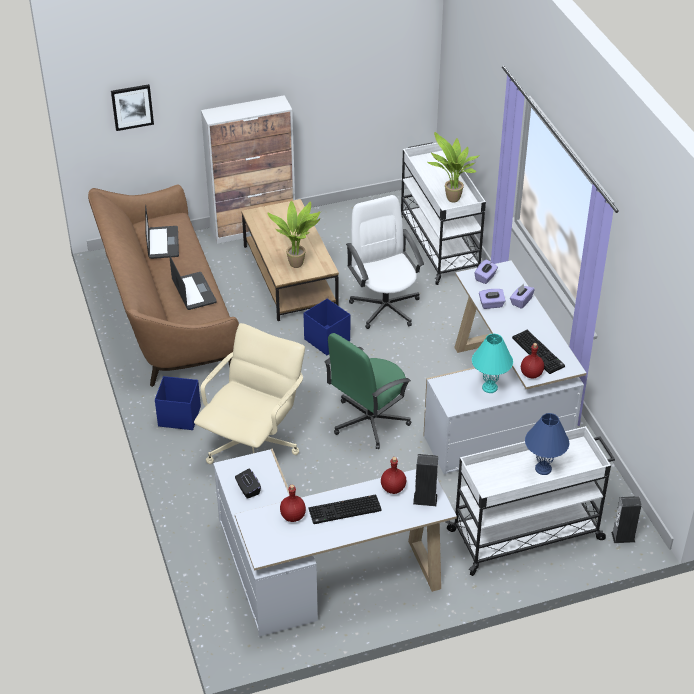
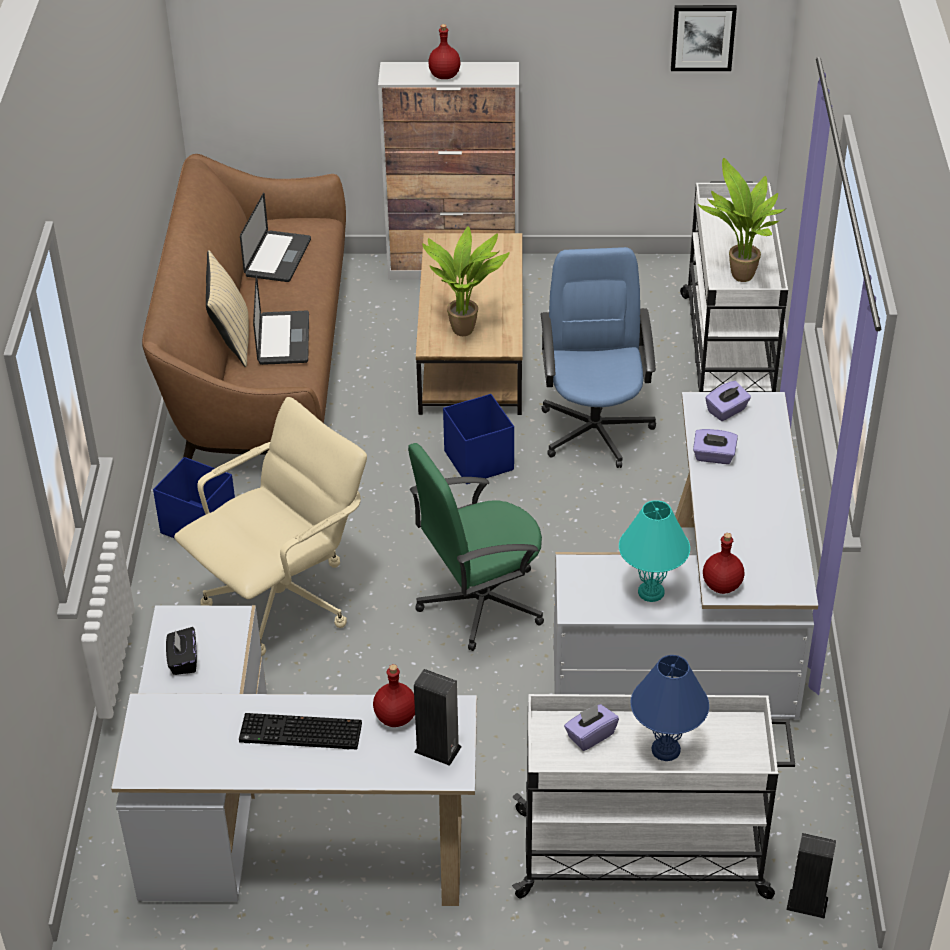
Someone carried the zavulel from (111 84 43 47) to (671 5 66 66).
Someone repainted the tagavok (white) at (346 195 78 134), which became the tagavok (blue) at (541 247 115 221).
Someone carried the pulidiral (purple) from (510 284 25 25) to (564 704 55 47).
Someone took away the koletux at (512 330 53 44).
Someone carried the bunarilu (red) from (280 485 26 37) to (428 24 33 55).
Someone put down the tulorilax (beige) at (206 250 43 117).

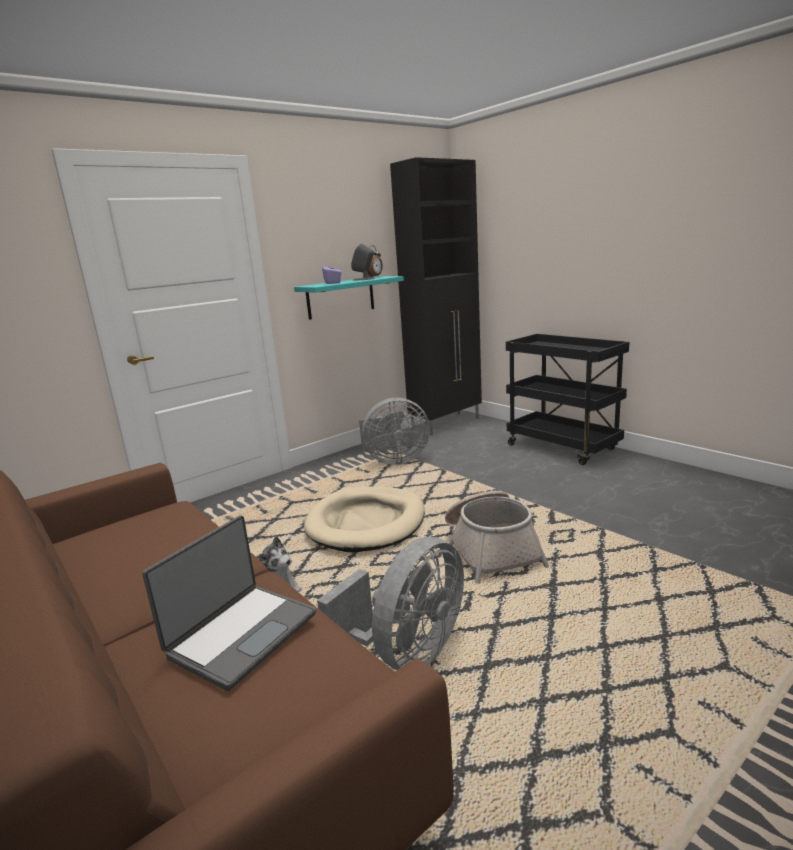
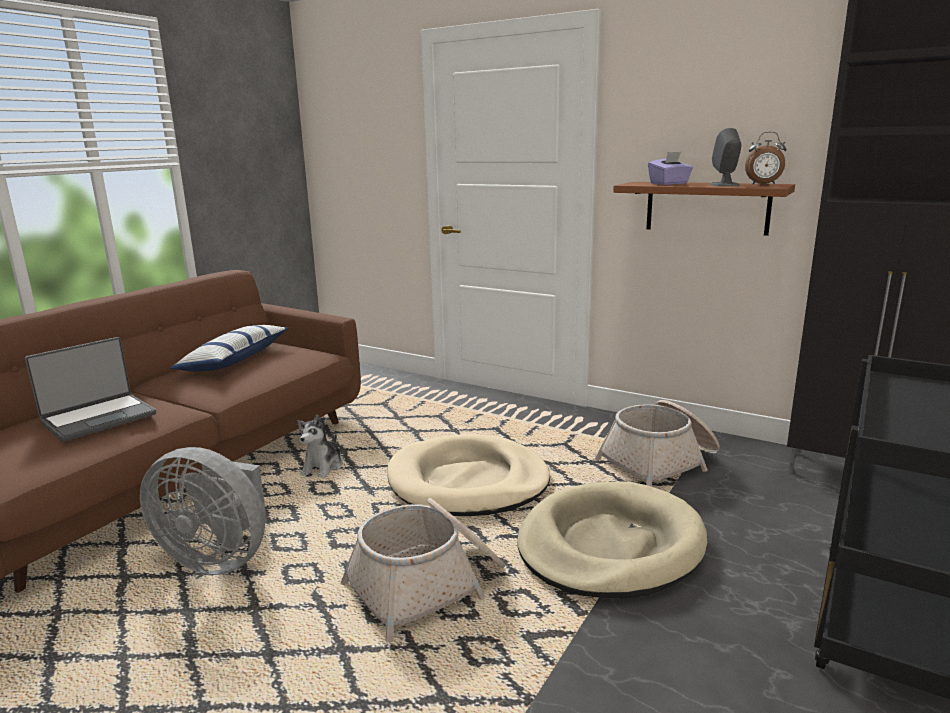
Someone repainted the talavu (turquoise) at (294 276 110 44), which became the talavu (brown) at (613 182 182 54).
Someone swapped the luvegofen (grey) at (359 398 71 67) for the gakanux at (595 400 125 87).
Someone rotated the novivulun at (142 515 174 176) by 60 degrees counterclockwise.
Someone put down the tulorilax at (170 325 119 46).
Someone put down the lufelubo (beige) at (517 481 190 118).

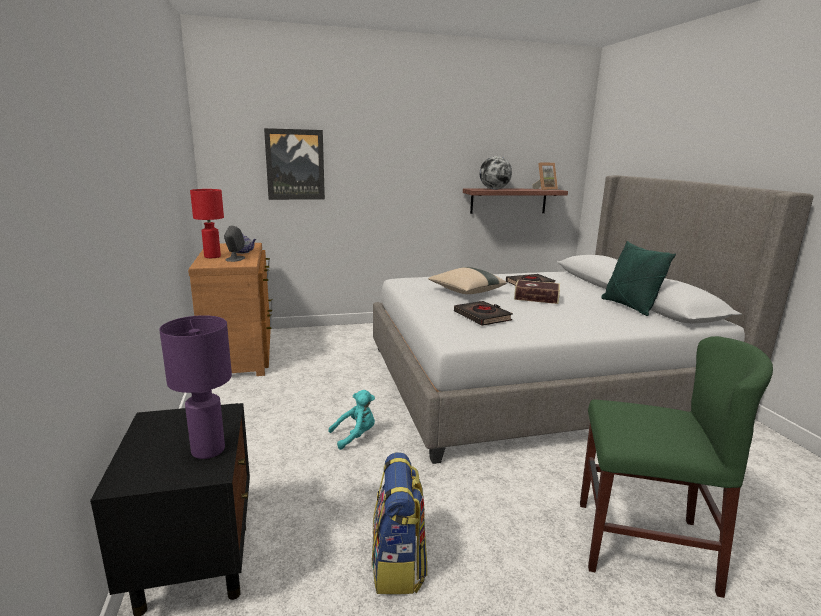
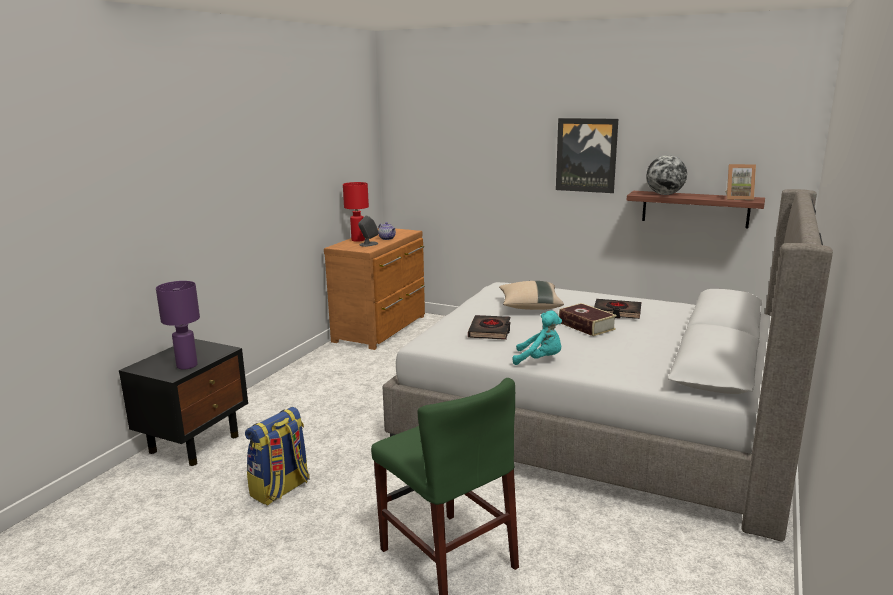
Someone carried the zavulel from (264 128 61 72) to (556 118 62 75).
Someone took away the tulorilax (green) at (601 241 75 75).
Someone carried the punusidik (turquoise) from (328 390 47 60) to (513 311 49 54).

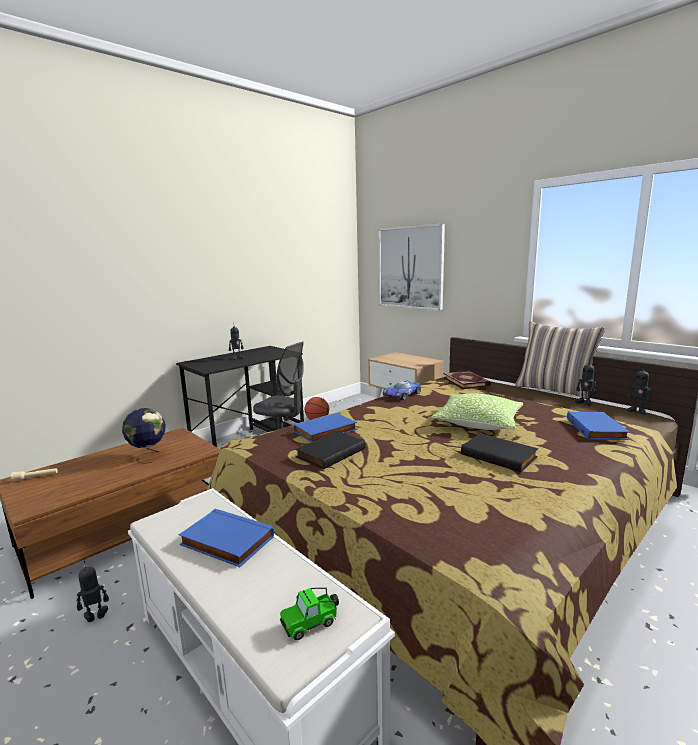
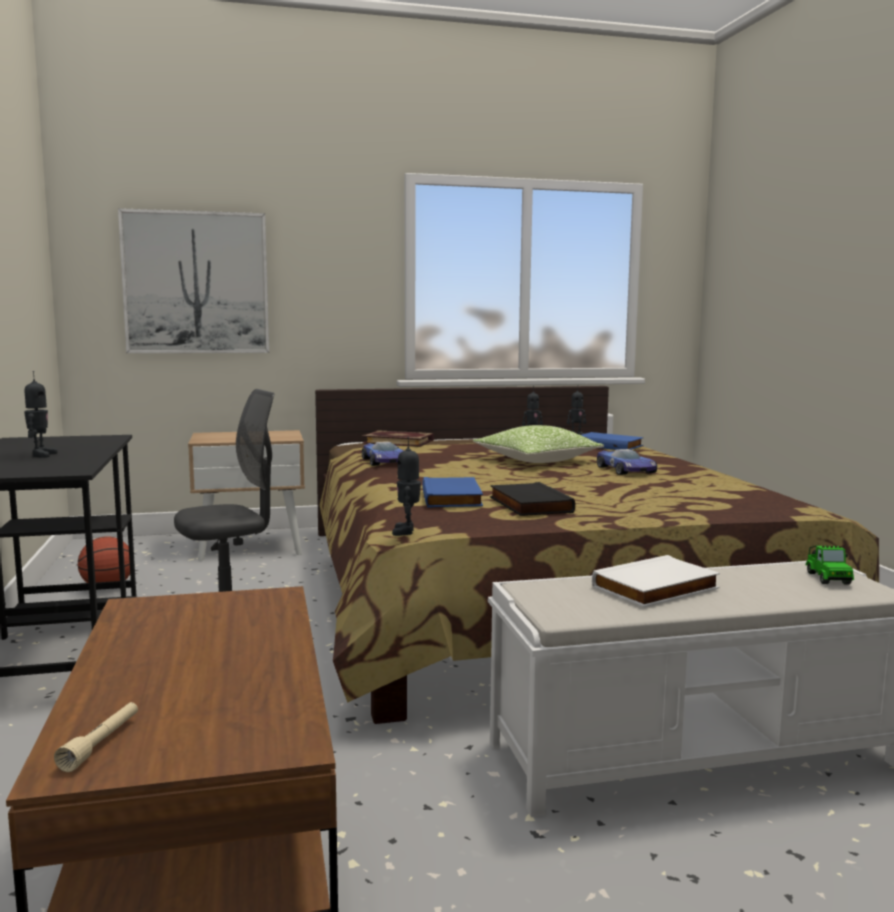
Someone took away the tulorilax at (515 321 90 78).
Someone took away the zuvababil at (122 408 44 56).
Someone swapped the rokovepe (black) at (461 433 77 39) for the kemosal at (597 449 60 26).
Someone repainted the rokovepe (blue) at (179 509 95 58), which became the rokovepe (white) at (592 555 128 52).
Someone carried the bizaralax from (77 561 32 61) to (392 437 29 99).

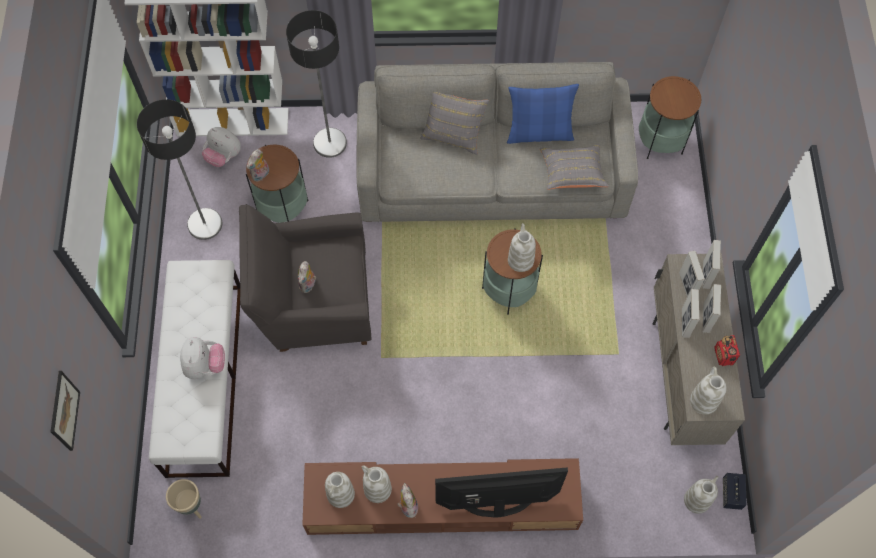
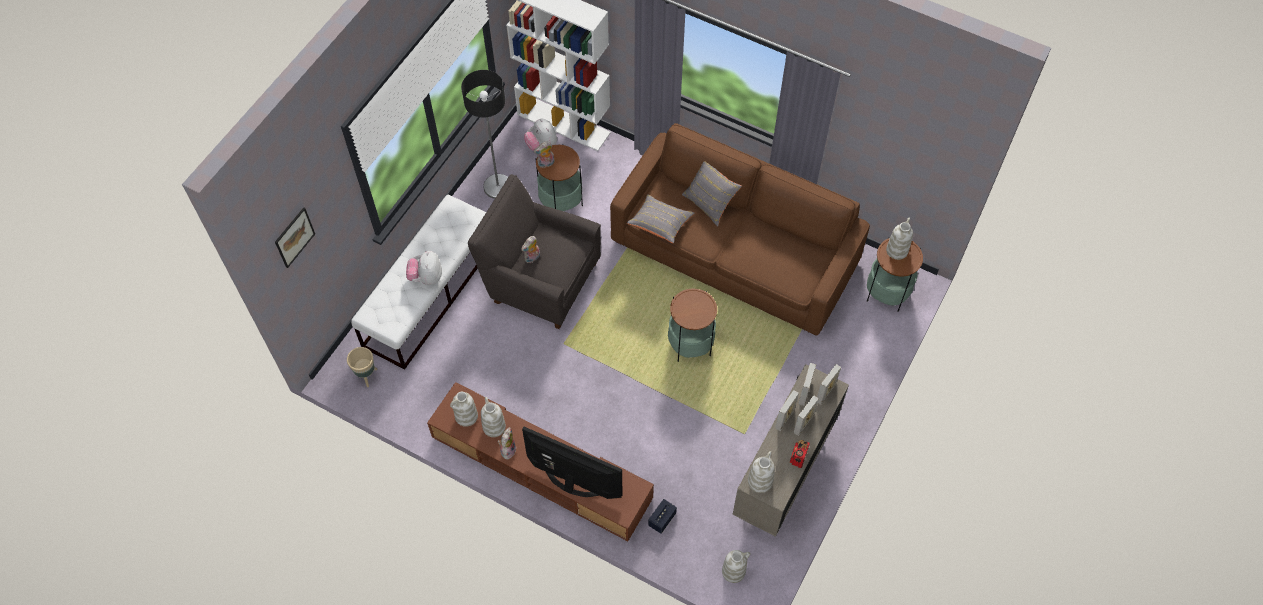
Someone took away the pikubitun at (286 10 61 148).
Someone repainted the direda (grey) at (357 62 281 160), which became the direda (brown) at (610 123 260 213).
Someone took away the tulorilax (blue) at (507 84 72 60).
Someone carried the tulorilax (grey) from (540 144 69 46) to (627 194 67 49).
Someone carried the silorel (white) from (508 223 28 49) to (886 218 27 42).
Someone rotated the punusidik at (180 337 45 42) by 150 degrees clockwise.
Someone carried the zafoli from (723 473 24 37) to (648 499 29 35).

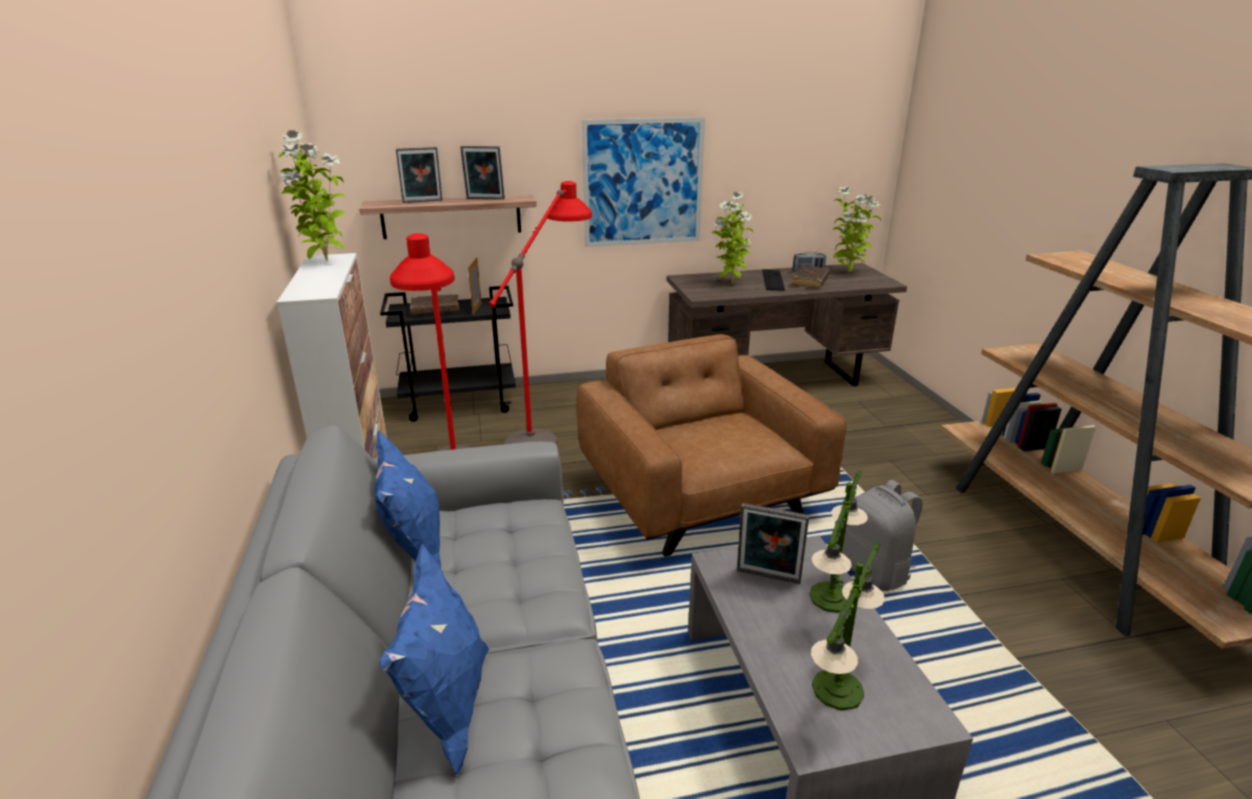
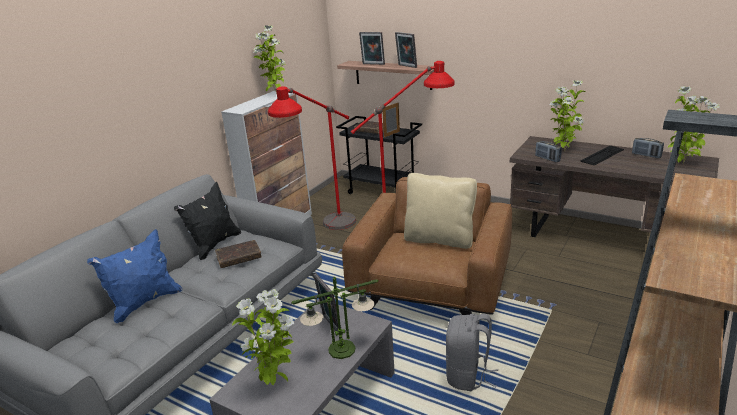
Someone took away the zavulel at (582 117 123 130).
Someone carried the rokovepe (brown) from (791 266 39 22) to (215 240 46 28).
Someone repainted the tulorilax (blue) at (375 430 66 137), which became the tulorilax (black) at (174 182 67 78).
Someone swapped the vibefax at (811 542 74 169) for the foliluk at (232 289 62 96).
Someone put down the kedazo at (535 141 27 21).
Someone put down the tulorilax (beige) at (404 173 73 76).

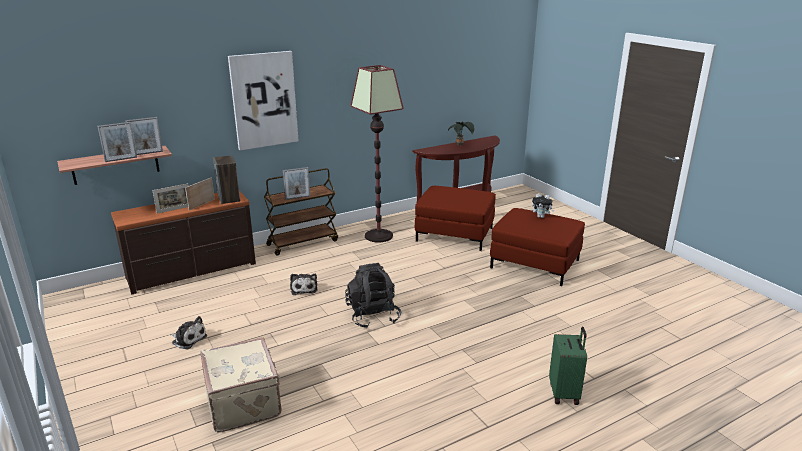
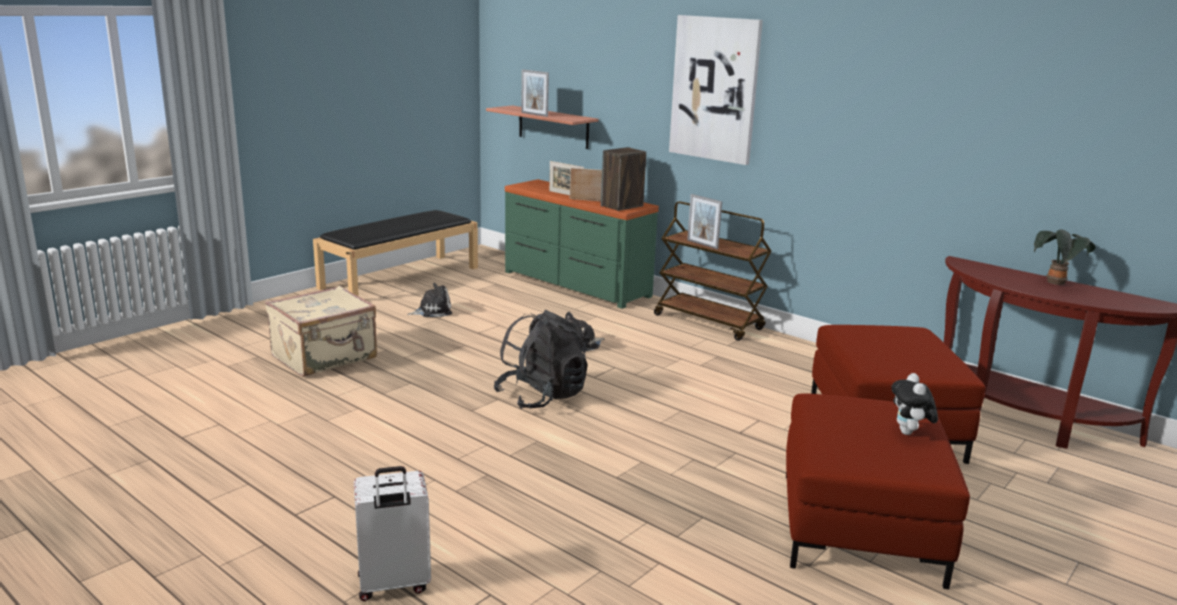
Someone took away the pikubitun at (350 65 54 177).
Someone took away the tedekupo at (125 117 38 38).
Someone repainted the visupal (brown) at (111 191 145 104), which became the visupal (green) at (505 179 154 130).
Someone rotated the punusidik at (170 316 37 33) by 120 degrees counterclockwise.
Someone repainted the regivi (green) at (549 327 38 78), which became the regivi (white) at (354 466 77 135).
Someone put down the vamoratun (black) at (313 210 165 87).

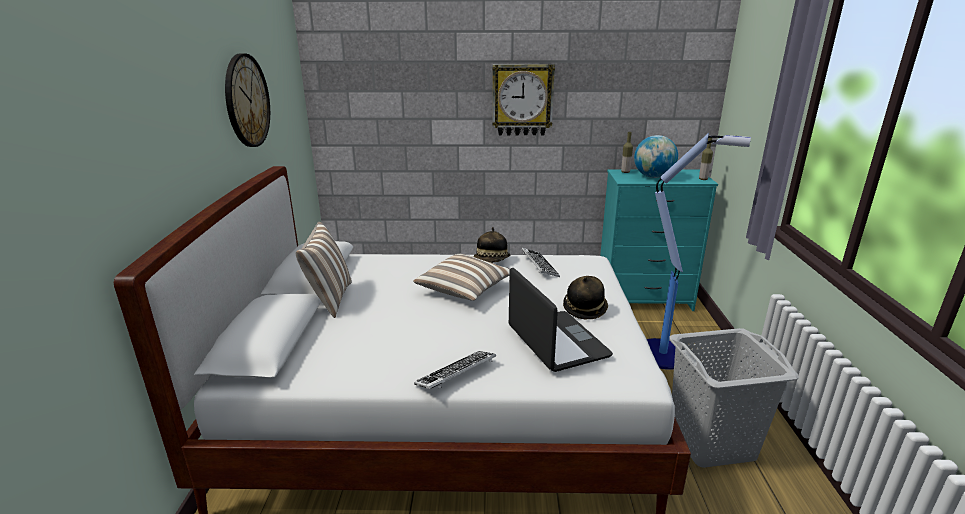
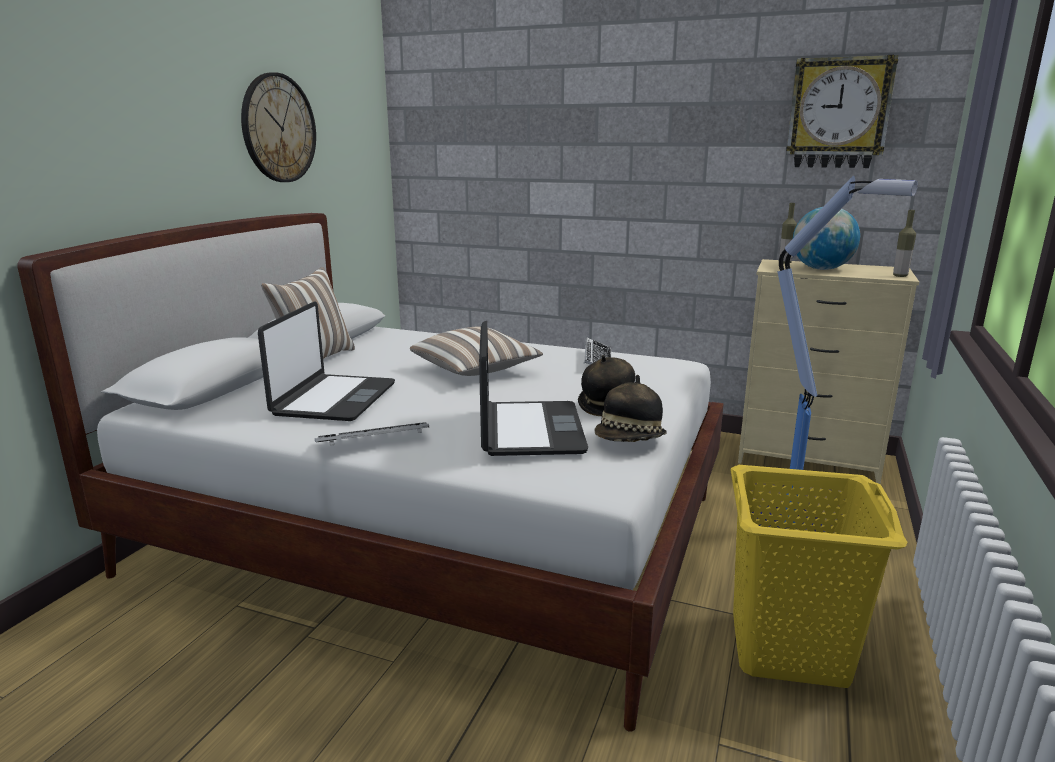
Someone carried the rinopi from (492 64 63 71) to (786 55 112 113).
Someone repainted the visupal (turquoise) at (600 169 118 142), which became the visupal (beige) at (738 259 181 225).
Someone carried the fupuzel from (474 227 36 36) to (595 375 72 67).
Someone repainted the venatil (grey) at (669 328 130 140), which became the venatil (yellow) at (731 465 177 223).
Someone put down the novivulun at (258 301 137 120).

